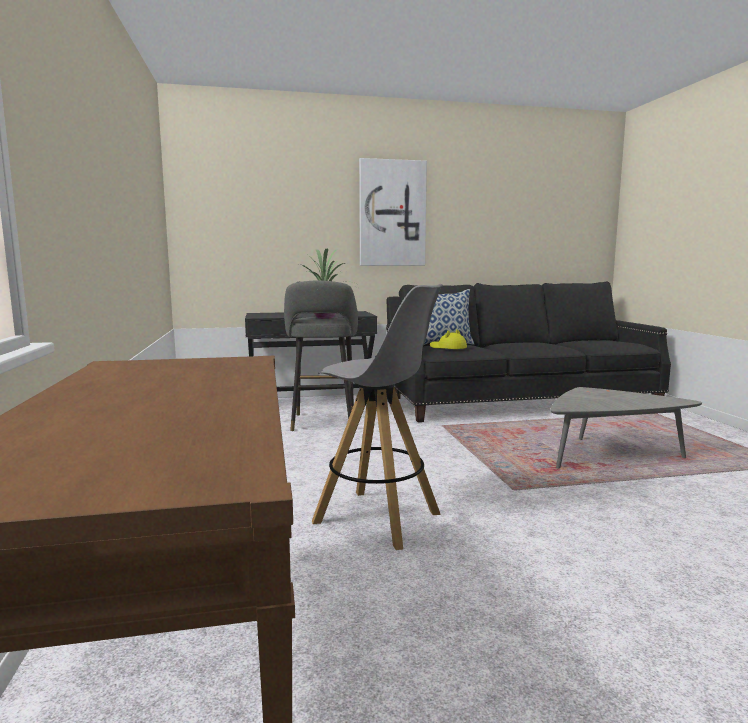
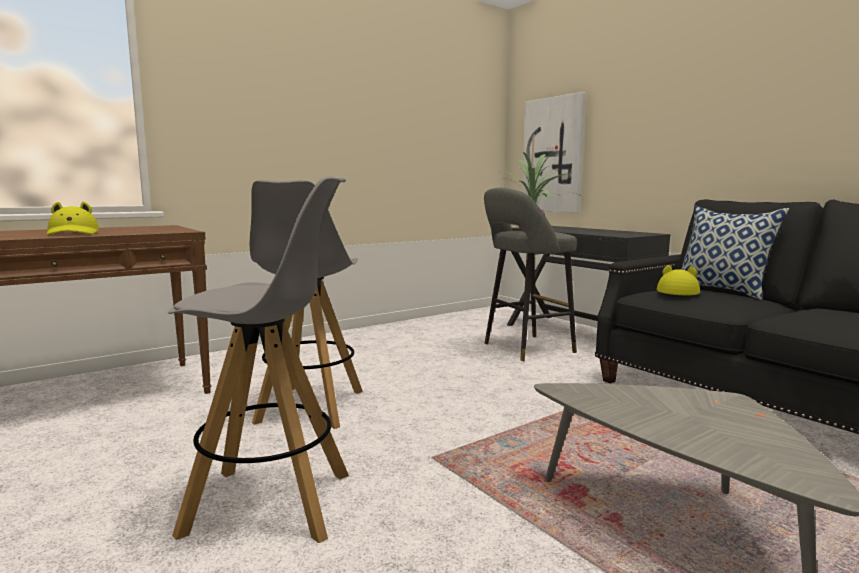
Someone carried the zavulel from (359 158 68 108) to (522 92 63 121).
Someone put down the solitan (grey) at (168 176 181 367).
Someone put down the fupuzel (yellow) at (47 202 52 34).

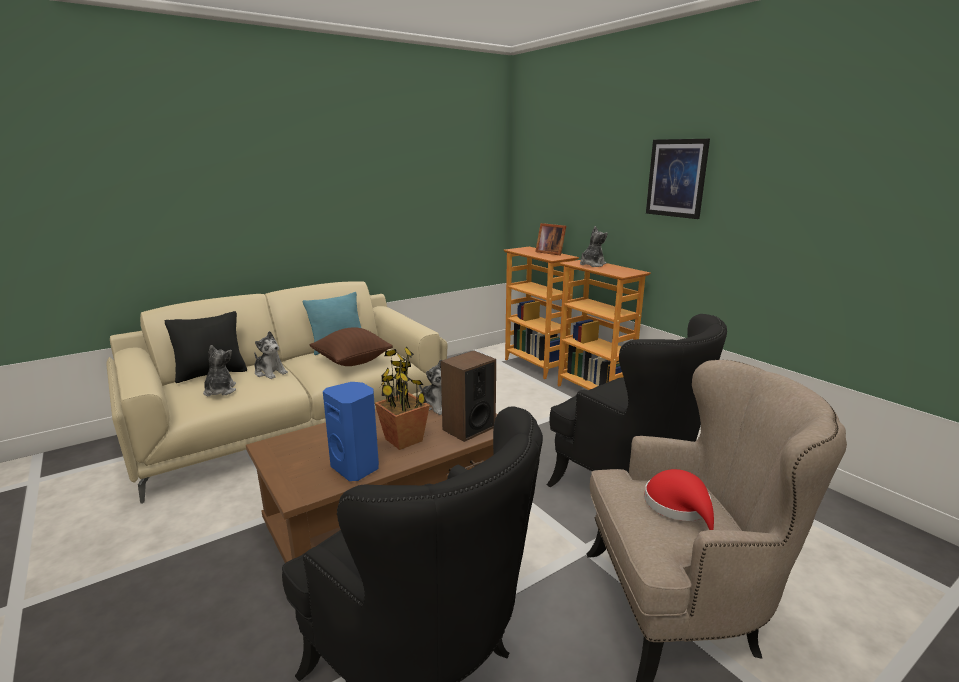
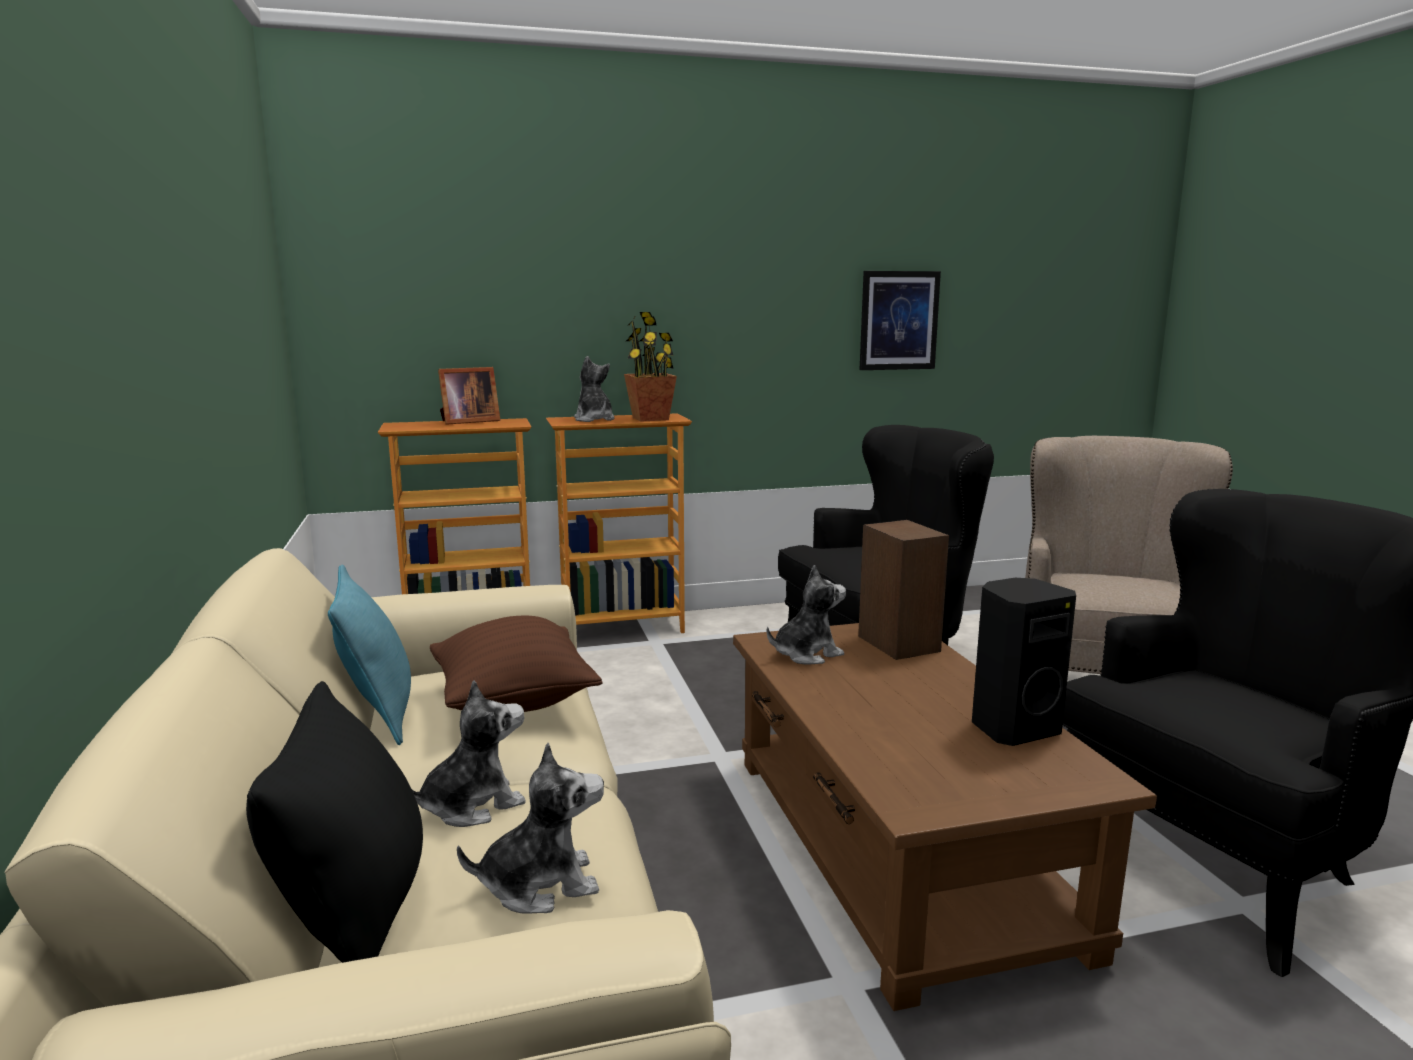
Someone carried the zavulel from (646 139 64 80) to (860 271 81 99).
Someone rotated the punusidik at (203 345 33 51) by 150 degrees clockwise.
Someone carried the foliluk from (375 346 55 104) to (624 312 53 110).
Someone repainted the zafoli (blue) at (323 382 56 99), which became the zafoli (black) at (972 578 104 168).
Someone took away the fupuzel (red) at (644 469 70 61).

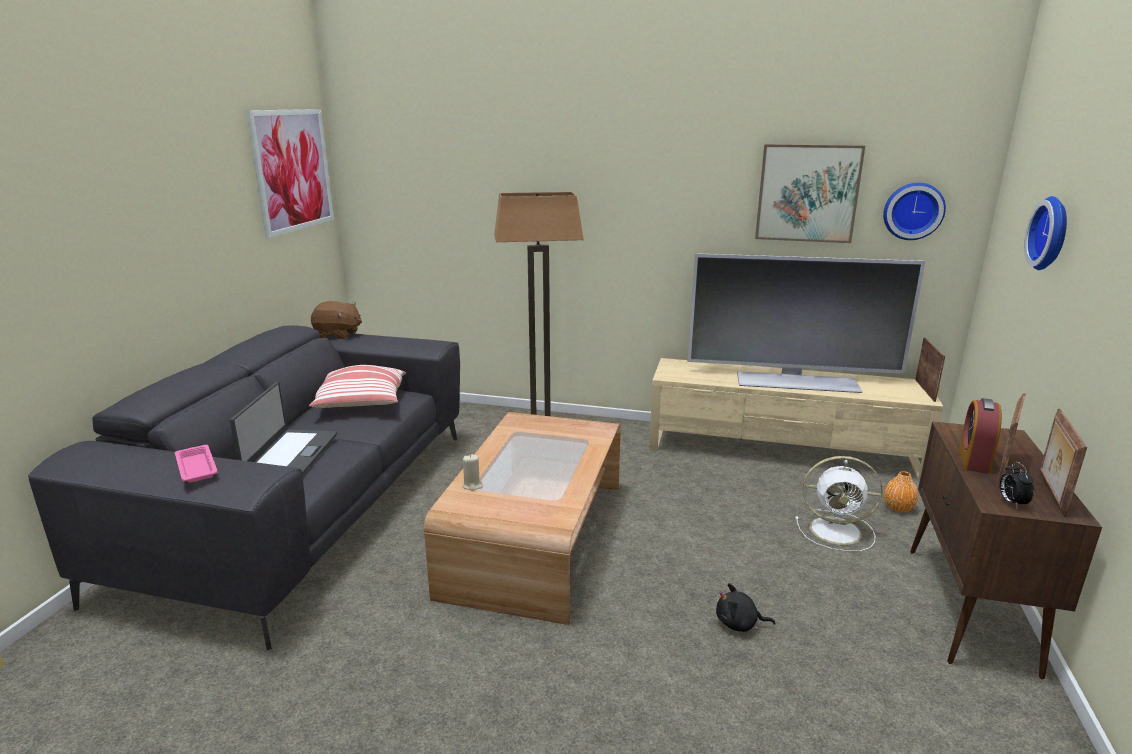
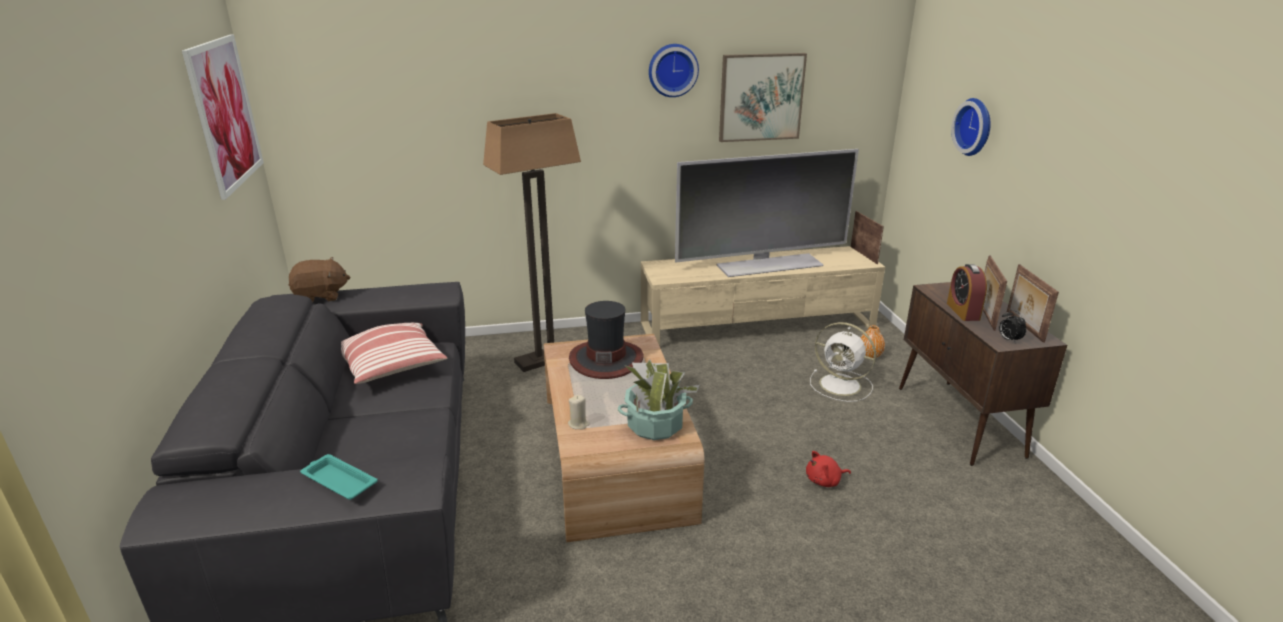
Someone carried the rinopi from (883 183 63 57) to (649 44 50 53).
Someone took away the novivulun at (230 382 107 93).
Someone repainted the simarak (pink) at (175 445 43 37), which became the simarak (turquoise) at (300 454 78 46).
Someone rotated the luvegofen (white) at (795 456 88 96) by 45 degrees clockwise.
Someone repainted the punusidik (black) at (716 583 60 49), which became the punusidik (red) at (806 451 45 36).
Someone put down the fupuzel at (569 301 75 78).
Someone put down the foliluk at (618 359 82 81).

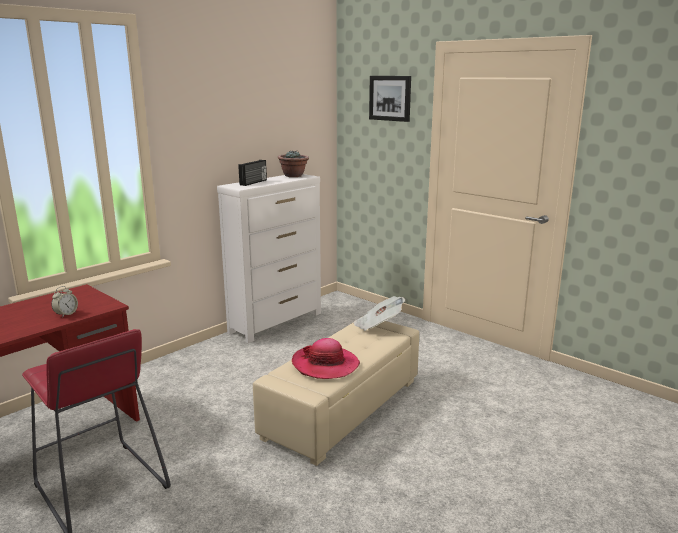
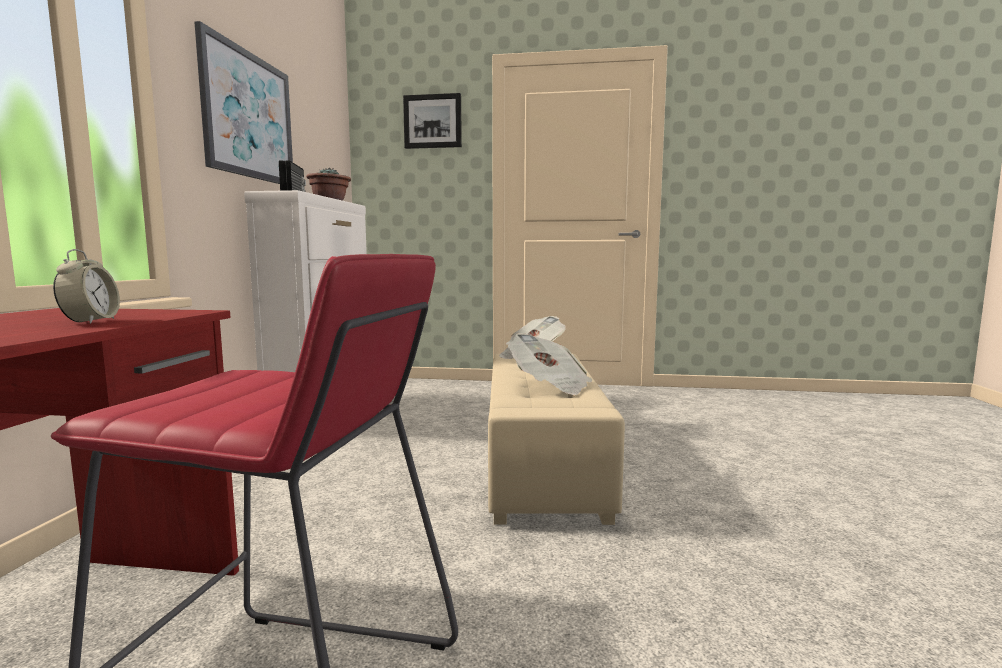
Someone swapped the fupuzel at (292 338 68 41) for the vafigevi at (508 333 84 62).
Someone put up the zavulel at (194 21 99 163).

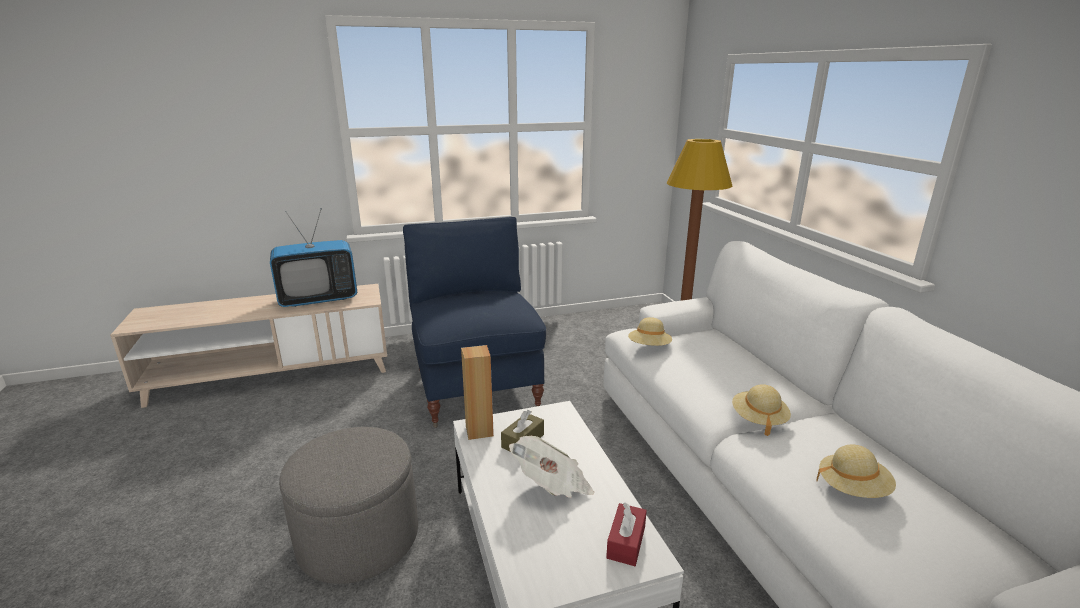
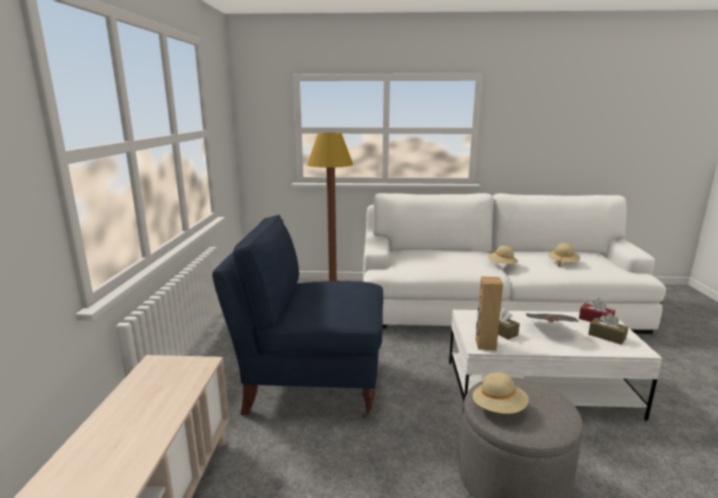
Someone took away the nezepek at (270 208 87 99).
Someone carried the fupuzel (beige) from (628 317 44 29) to (473 372 56 42).
Someone put down the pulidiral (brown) at (588 313 40 32).

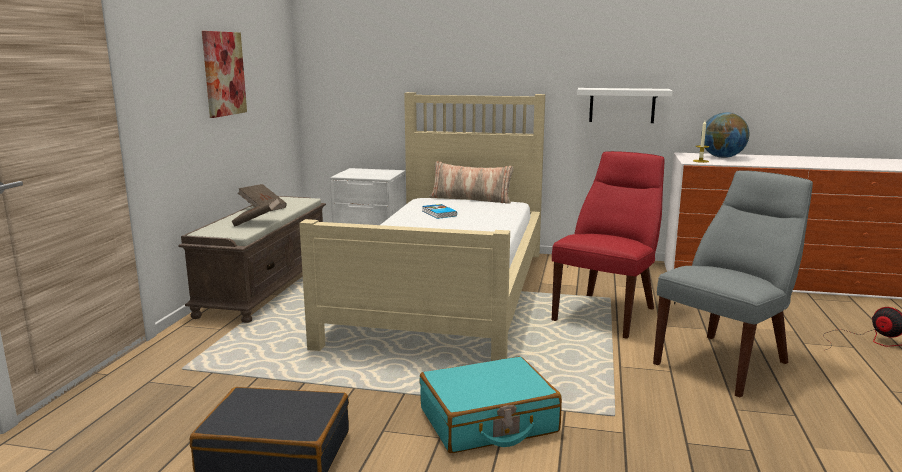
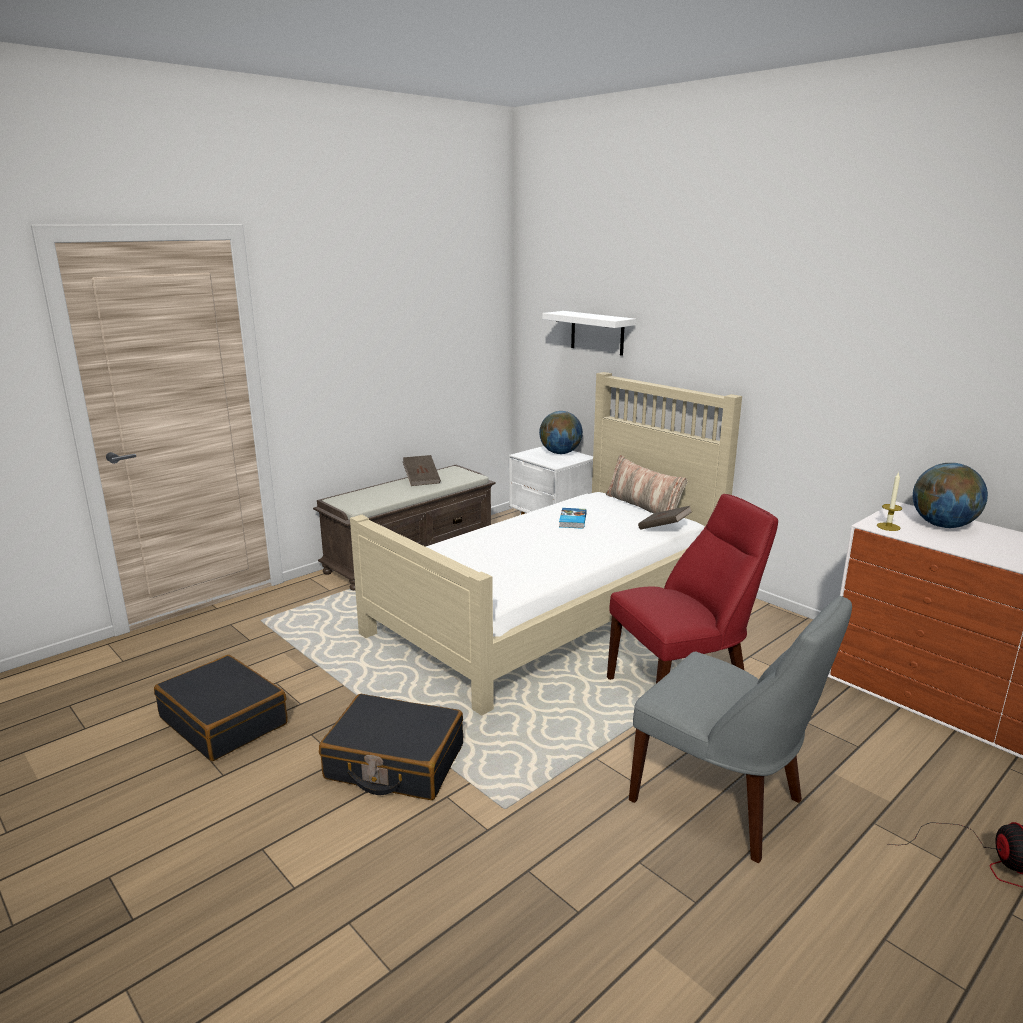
Someone took away the zavulel at (202 31 45 87).
Someone carried the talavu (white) from (577 88 96 35) to (542 311 94 45).
Someone rotated the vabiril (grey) at (653 170 160 227) by 45 degrees clockwise.
Someone carried the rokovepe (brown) from (232 197 49 29) to (638 506 54 24).
Someone repainted the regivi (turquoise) at (419 356 143 97), which became the regivi (black) at (319 694 144 106).
Someone put down the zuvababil at (539 411 44 43).

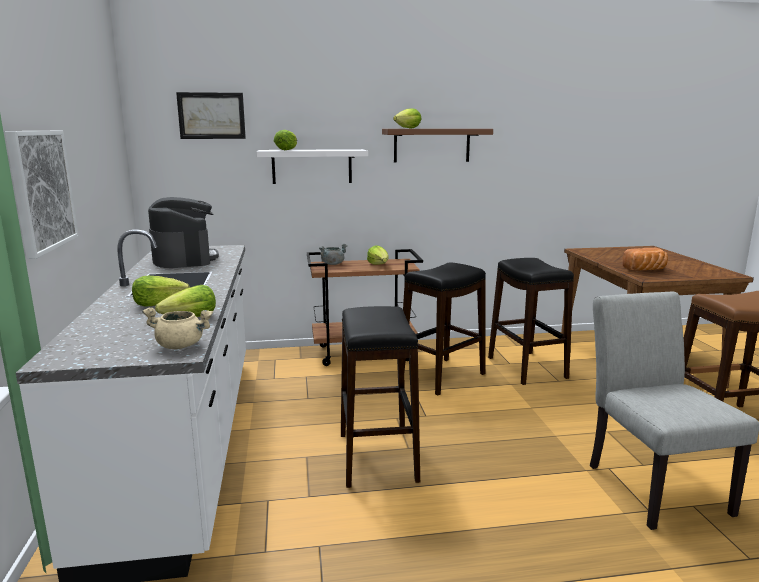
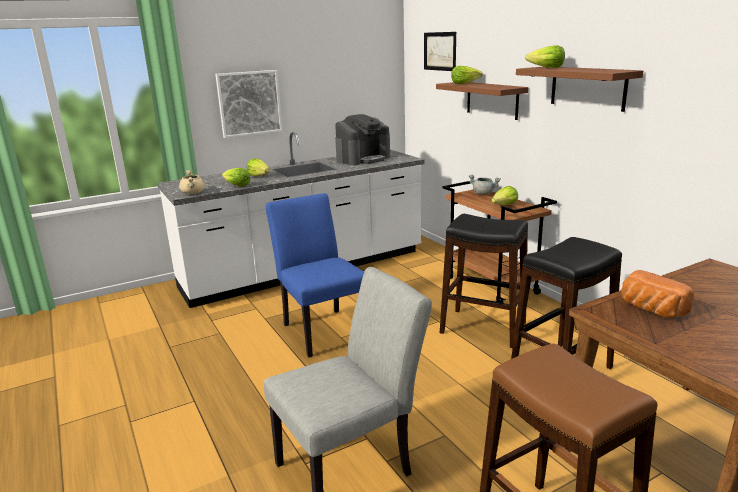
Someone repainted the talavu (white) at (257 149 111 35), which became the talavu (brown) at (436 82 93 38).
Someone swapped the solitan (black) at (341 306 79 182) for the vabiril (blue) at (266 193 98 164).

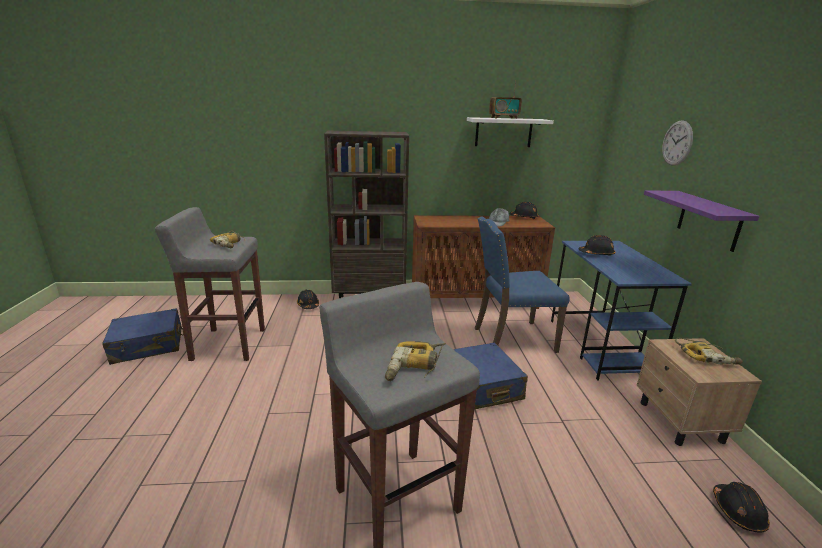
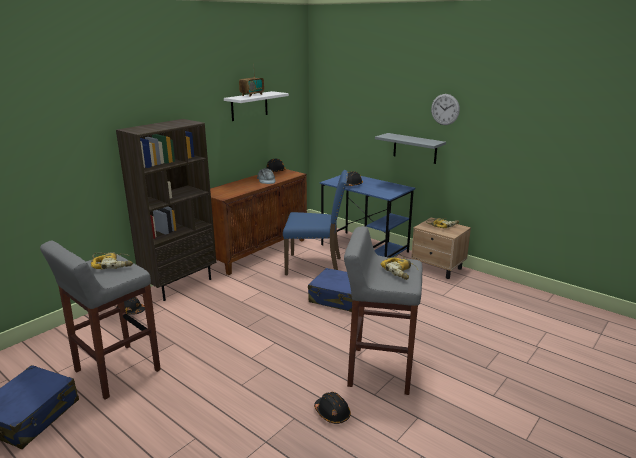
Someone carried the rinopi from (662 120 31 45) to (431 94 29 31).
Someone repainted the talavu (purple) at (644 190 115 62), which became the talavu (grey) at (375 133 71 31).
Someone rotated the vabiril (blue) at (475 216 94 137) by 120 degrees counterclockwise.
Someone carried the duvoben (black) from (713 482 57 50) to (314 392 37 32).

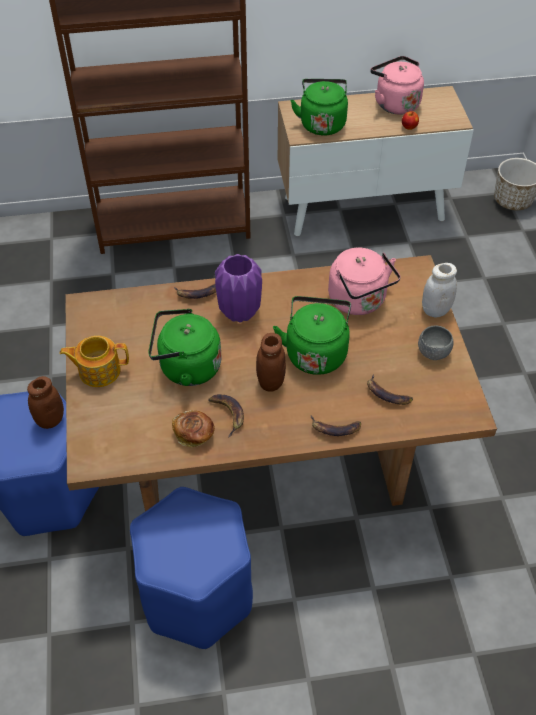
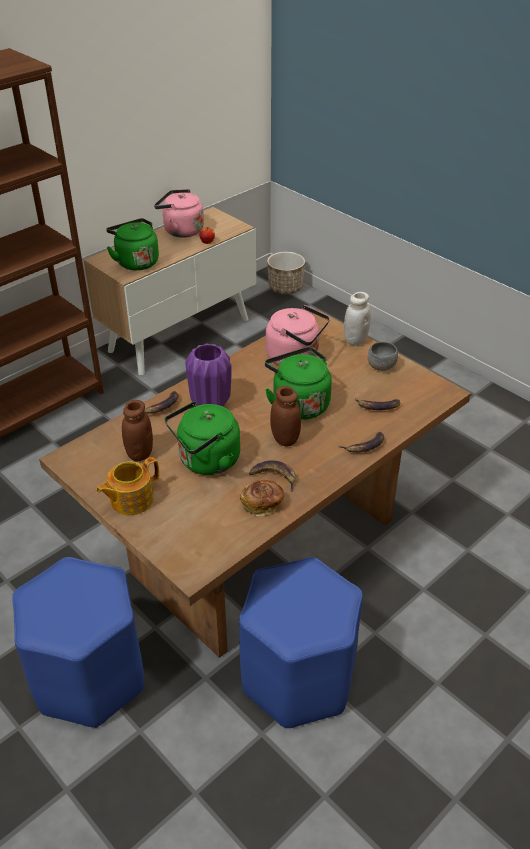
Someone carried the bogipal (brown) from (27 376 37 53) to (122 400 31 61).

